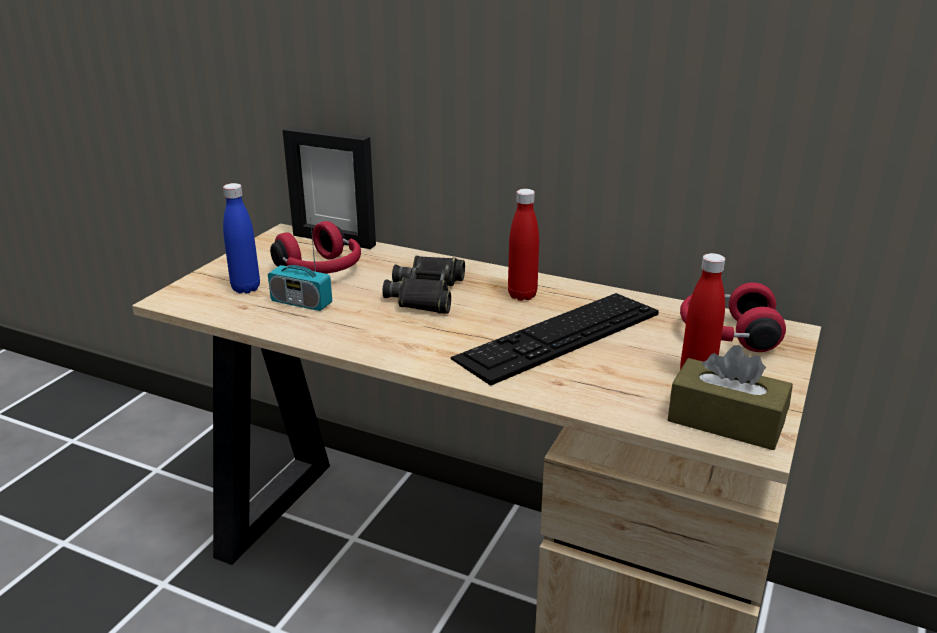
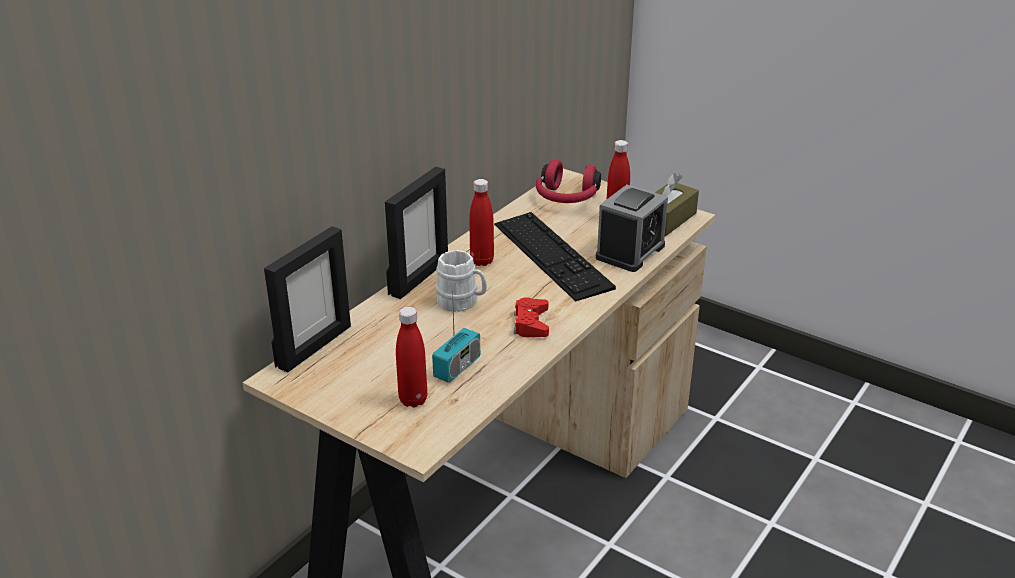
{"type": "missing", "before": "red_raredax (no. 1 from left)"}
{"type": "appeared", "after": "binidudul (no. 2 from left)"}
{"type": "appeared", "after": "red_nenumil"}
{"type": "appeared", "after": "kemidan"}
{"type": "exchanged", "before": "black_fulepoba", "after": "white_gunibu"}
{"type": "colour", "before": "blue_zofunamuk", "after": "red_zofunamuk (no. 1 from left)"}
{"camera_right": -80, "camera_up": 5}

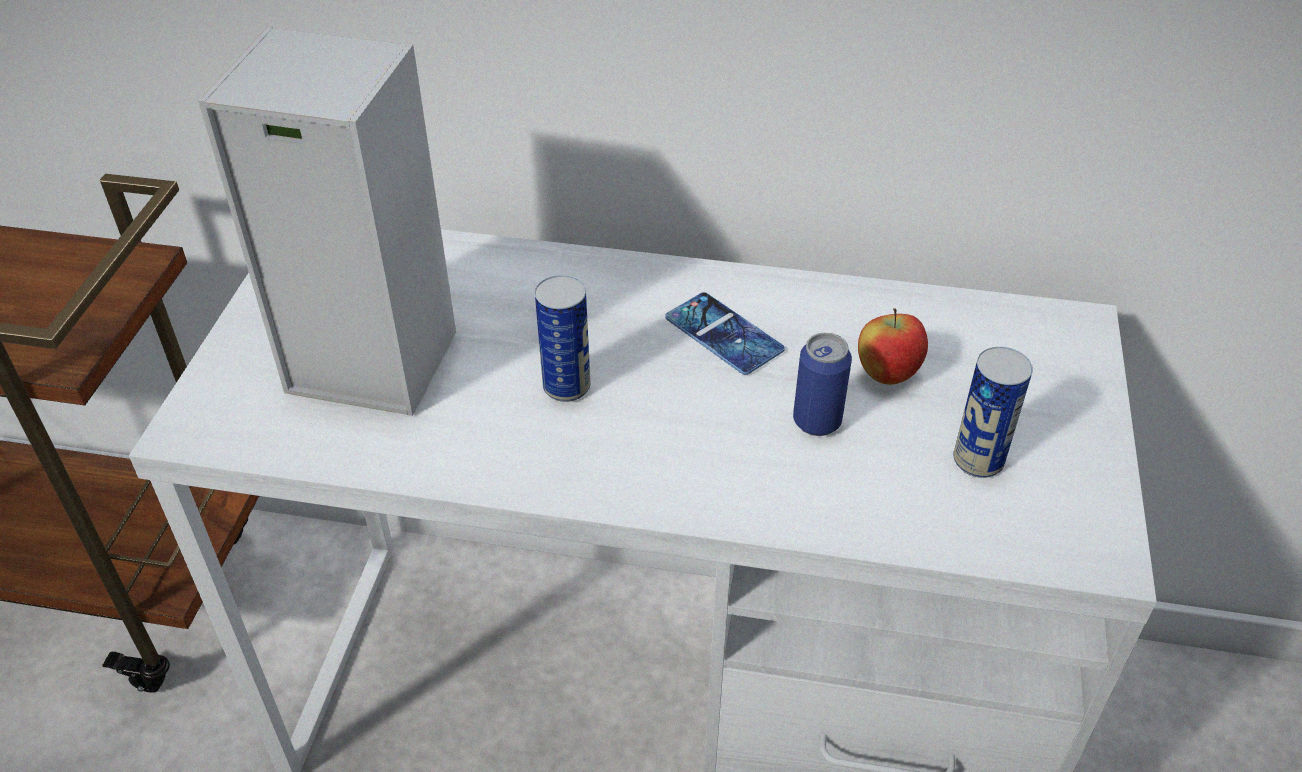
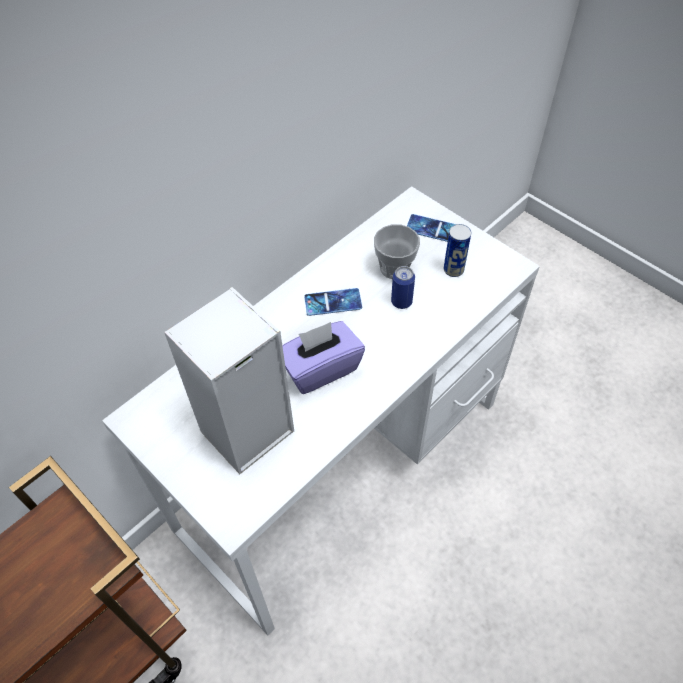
{"type": "appeared", "after": "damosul (no. 2 from left)"}
{"type": "exchanged", "before": "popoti (no. 1 from left)", "after": "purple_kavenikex"}
{"type": "exchanged", "before": "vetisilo", "after": "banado"}
{"camera_right": -55, "camera_up": 10}

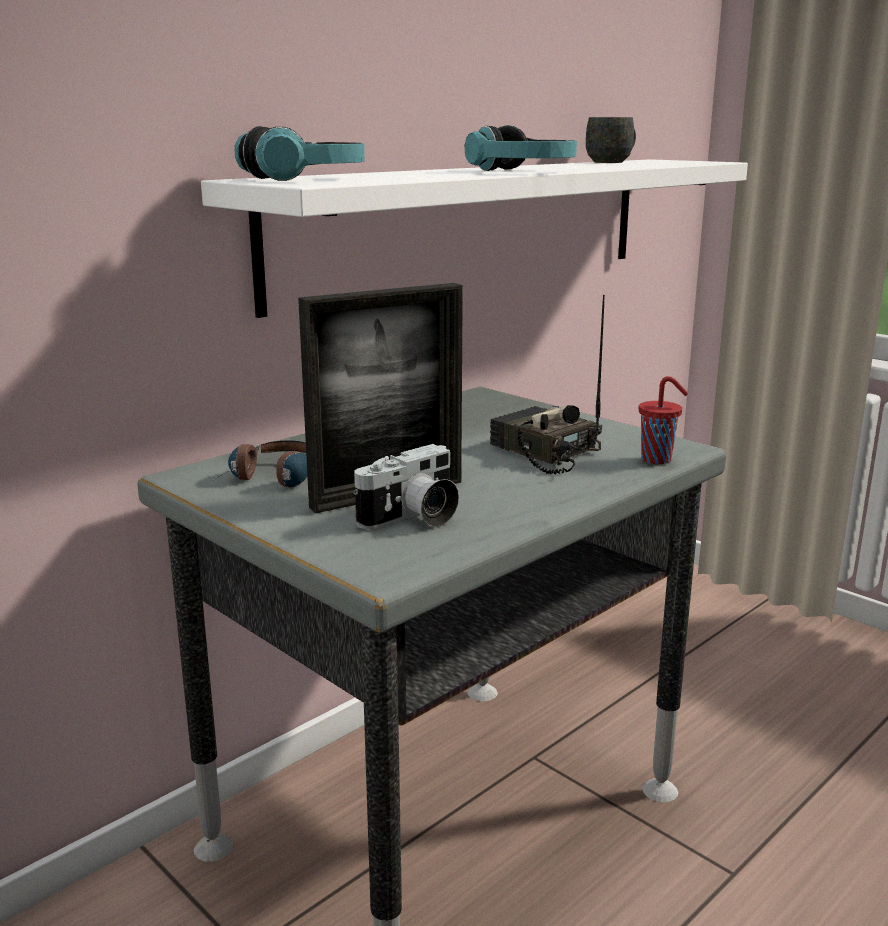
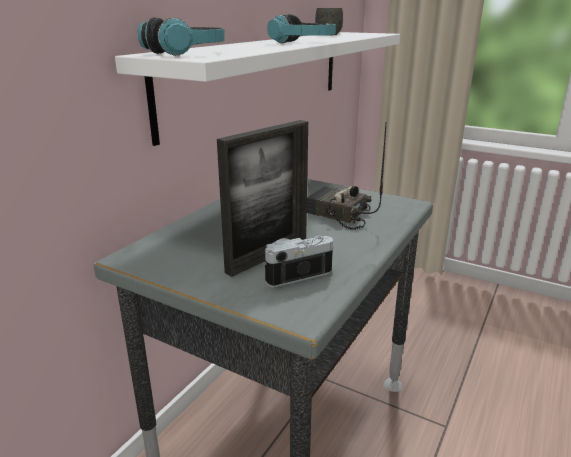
{"type": "missing", "before": "raredax (no. 1 from left)"}
{"type": "missing", "before": "red_banado"}
{"type": "spun", "before": "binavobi", "turn": -150}
{"camera_right": -15, "camera_up": 5}

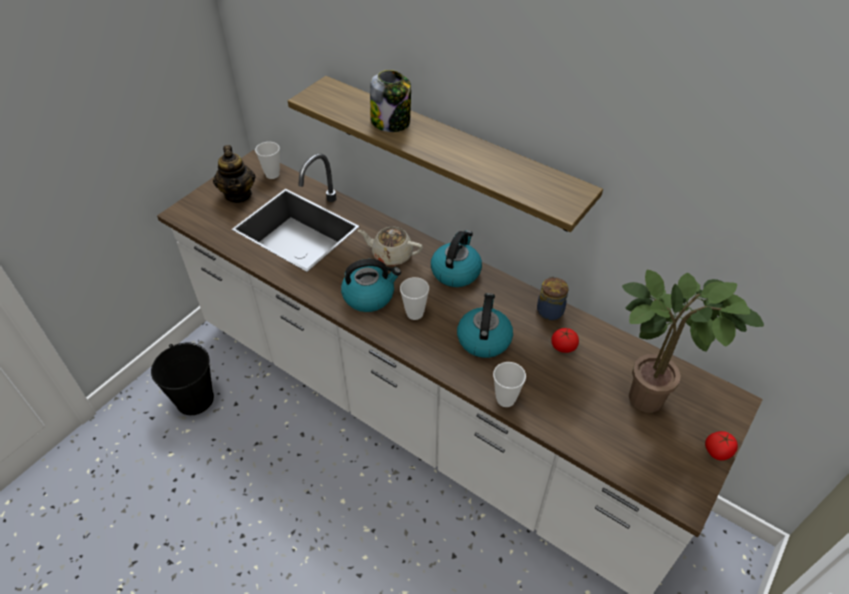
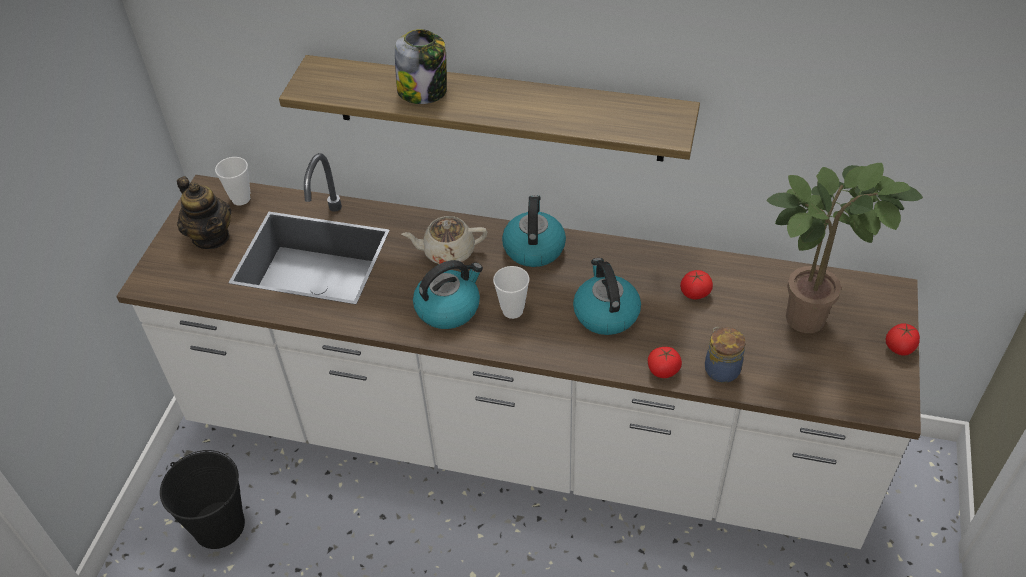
{"type": "relocated", "before": "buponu (no. 2 from left)"}
{"type": "exchanged", "before": "banado (no. 3 from left)", "after": "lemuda (no. 1 from left)"}
{"camera_right": -20, "camera_up": 0}

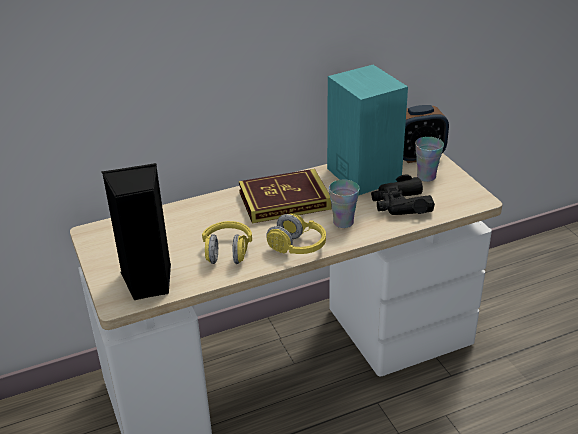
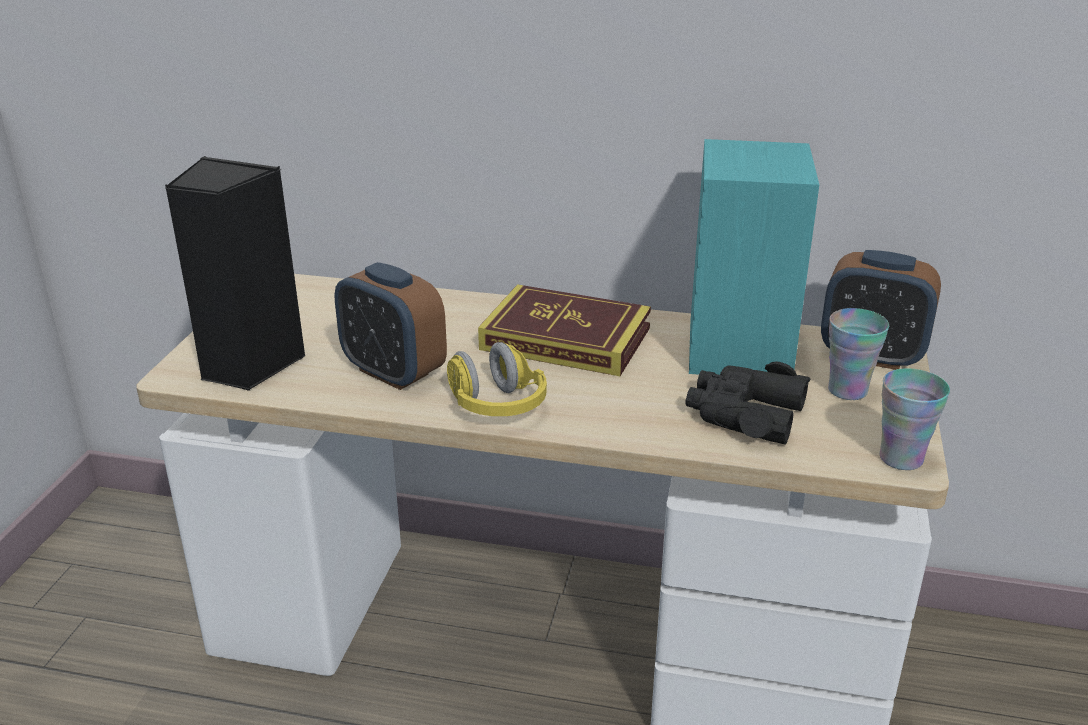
{"type": "relocated", "before": "banado (no. 1 from left in the first image)", "after": "banado (no. 2 from left)"}
{"type": "exchanged", "before": "yellow_raredax (no. 1 from left)", "after": "kemidan (no. 1 from left)"}
{"camera_right": 35, "camera_up": -5}

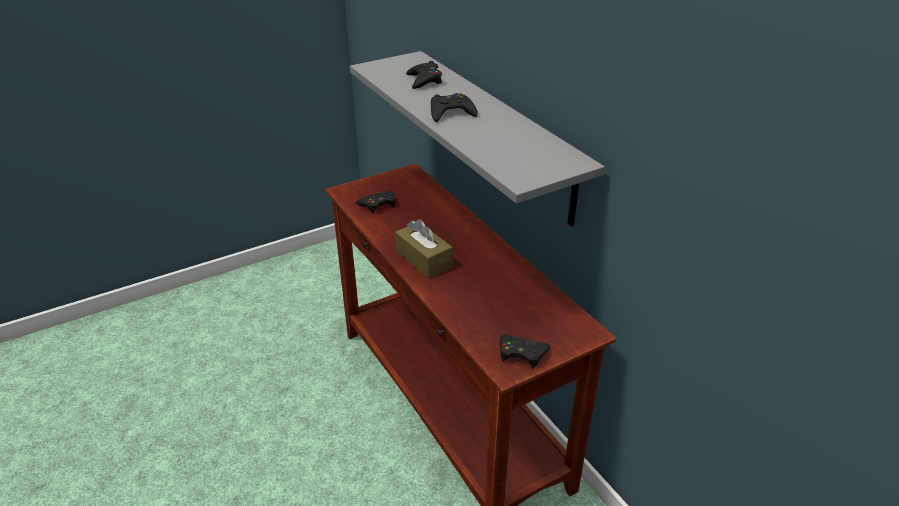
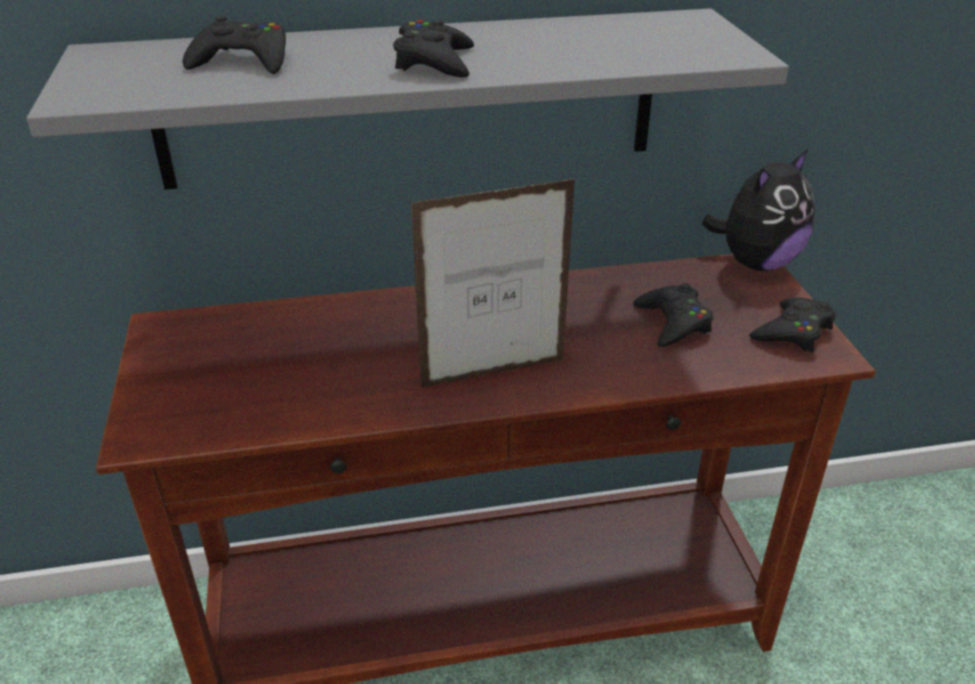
{"type": "appeared", "after": "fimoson"}
{"type": "relocated", "before": "black_nenumil (no. 1 from left in the first image)", "after": "black_nenumil (no. 3 from left)"}
{"type": "exchanged", "before": "brown_kavenikex", "after": "binidudul"}
{"camera_right": -70, "camera_up": 0}

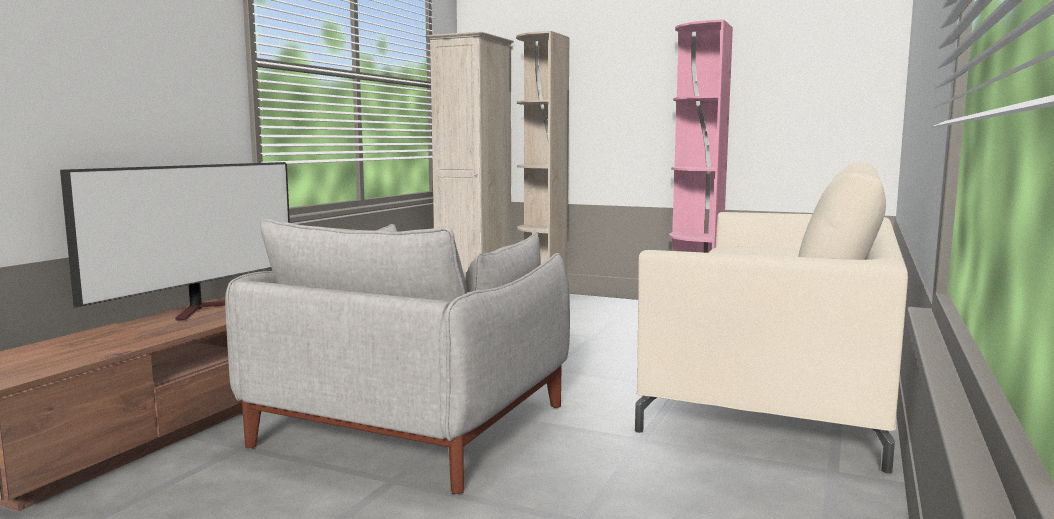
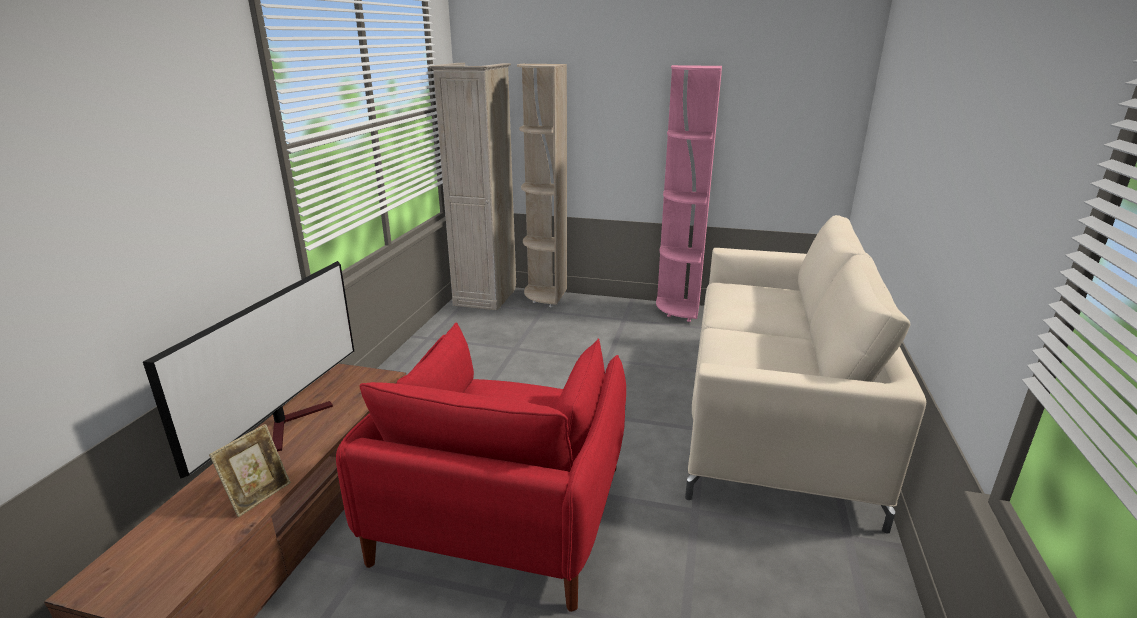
{"type": "appeared", "after": "binidudul"}
{"type": "colour", "before": "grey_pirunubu", "after": "red_pirunubu"}
{"camera_right": -10, "camera_up": 15}

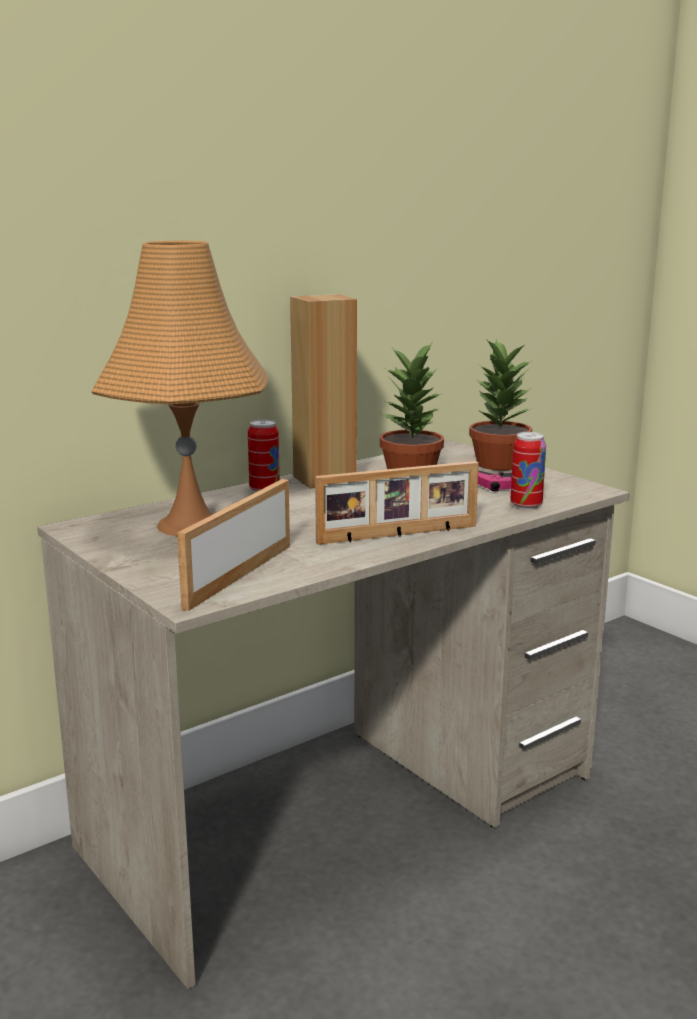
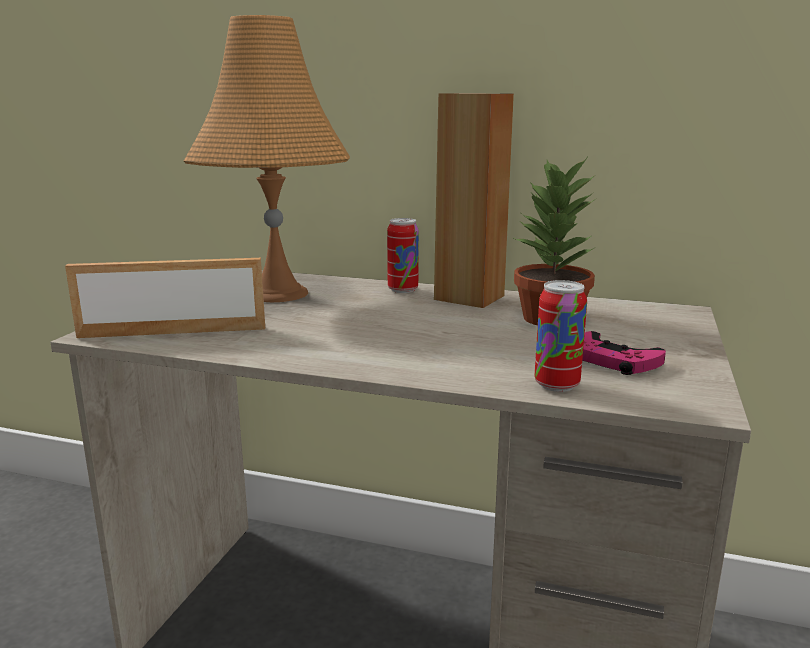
{"type": "missing", "before": "binidudul (no. 2 from left)"}
{"type": "missing", "before": "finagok (no. 2 from left)"}
{"camera_right": 55, "camera_up": 0}

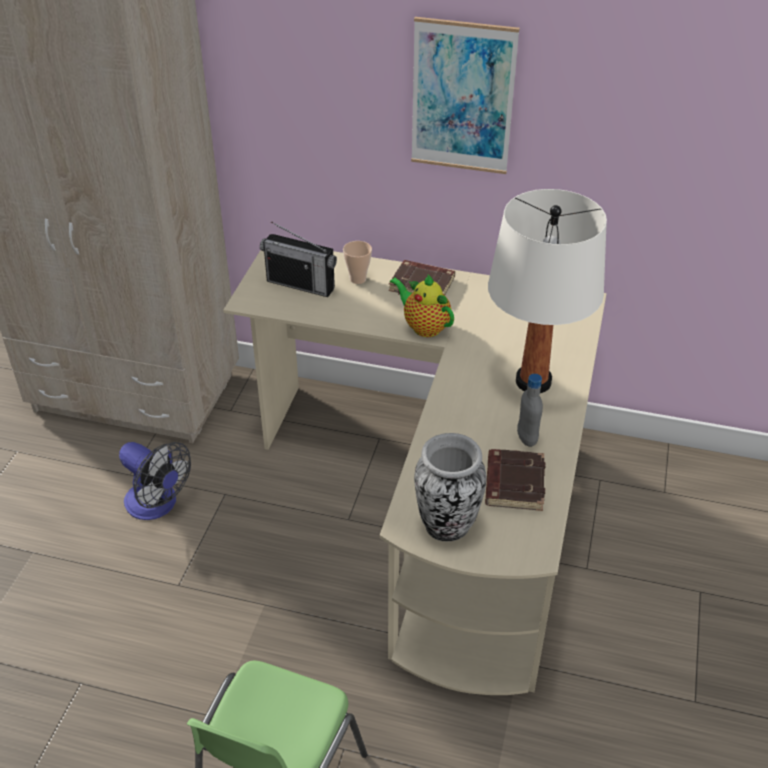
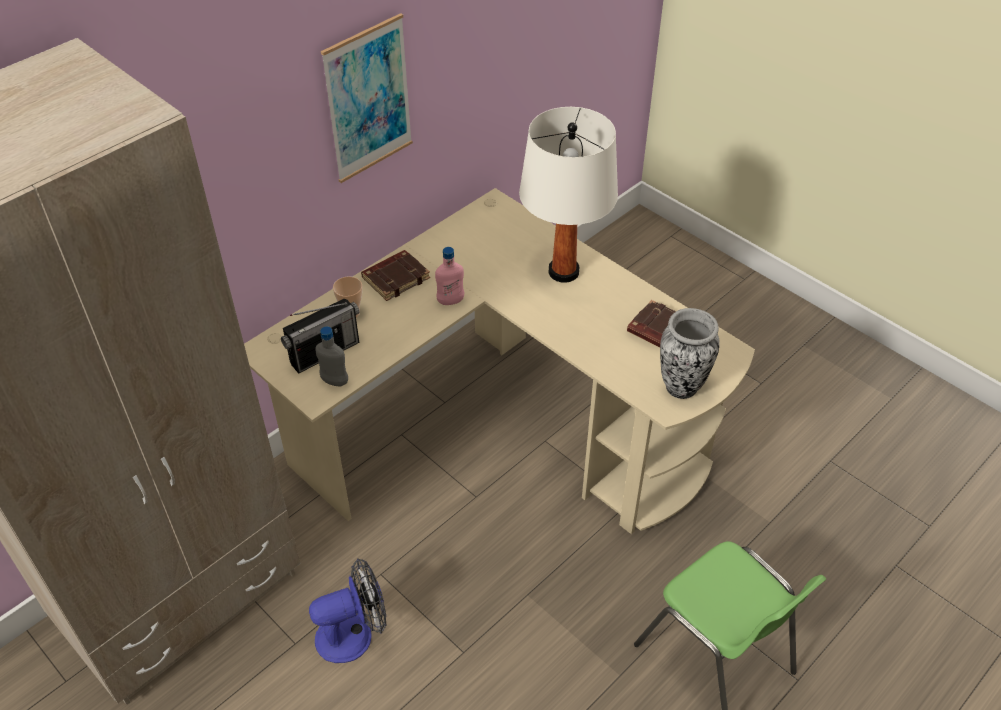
{"type": "relocated", "before": "grey_zofunamuk"}
{"type": "exchanged", "before": "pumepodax", "after": "pink_zofunamuk"}
{"camera_right": -60, "camera_up": 5}

